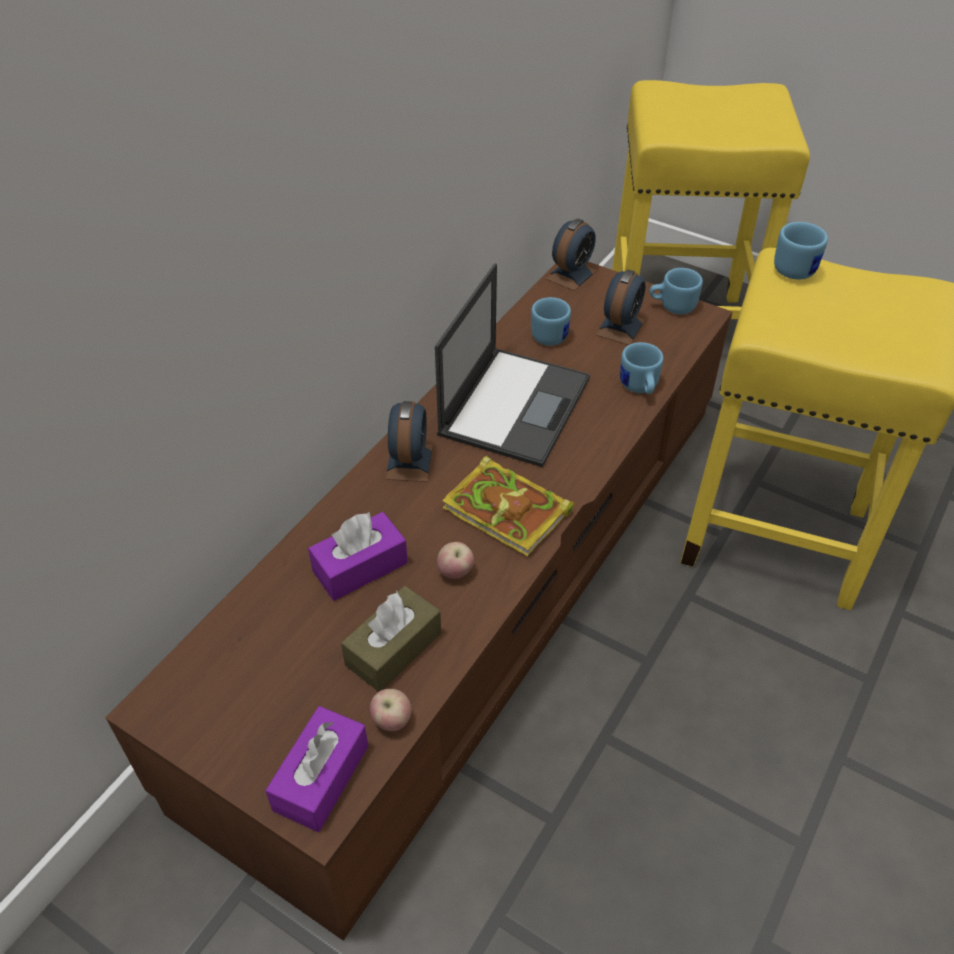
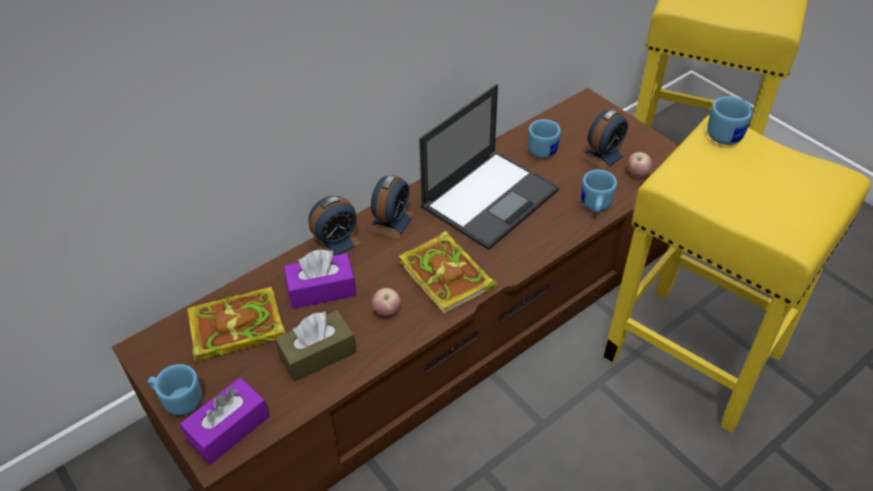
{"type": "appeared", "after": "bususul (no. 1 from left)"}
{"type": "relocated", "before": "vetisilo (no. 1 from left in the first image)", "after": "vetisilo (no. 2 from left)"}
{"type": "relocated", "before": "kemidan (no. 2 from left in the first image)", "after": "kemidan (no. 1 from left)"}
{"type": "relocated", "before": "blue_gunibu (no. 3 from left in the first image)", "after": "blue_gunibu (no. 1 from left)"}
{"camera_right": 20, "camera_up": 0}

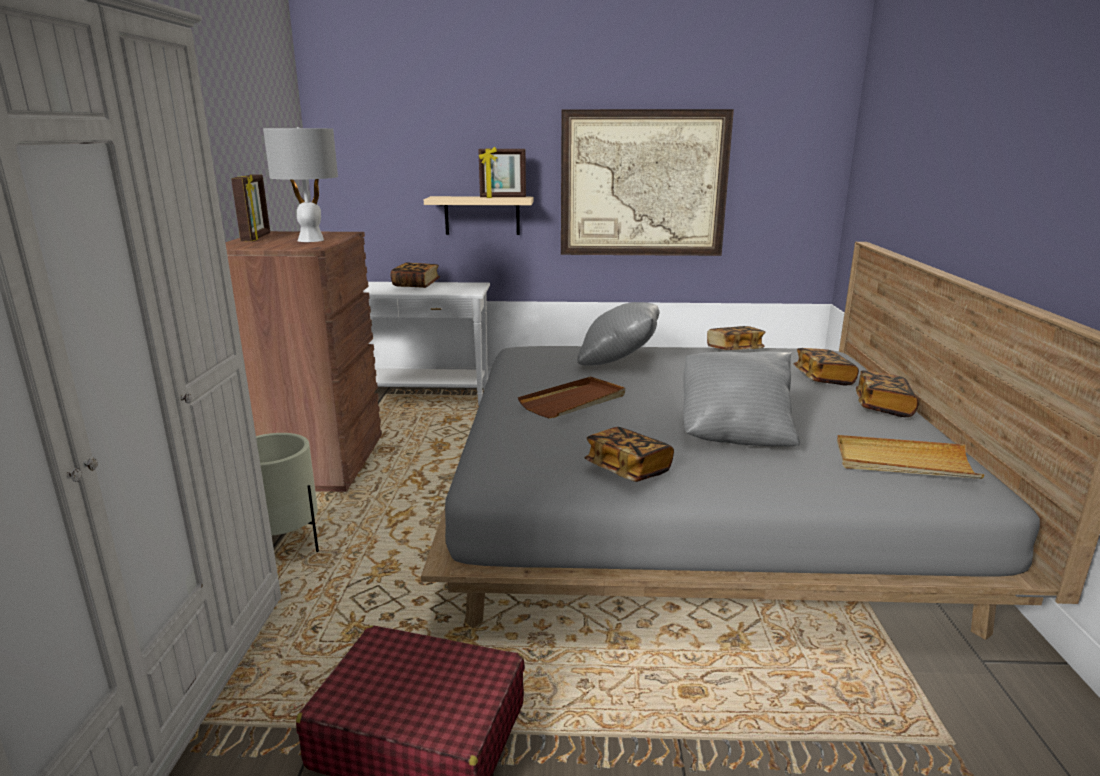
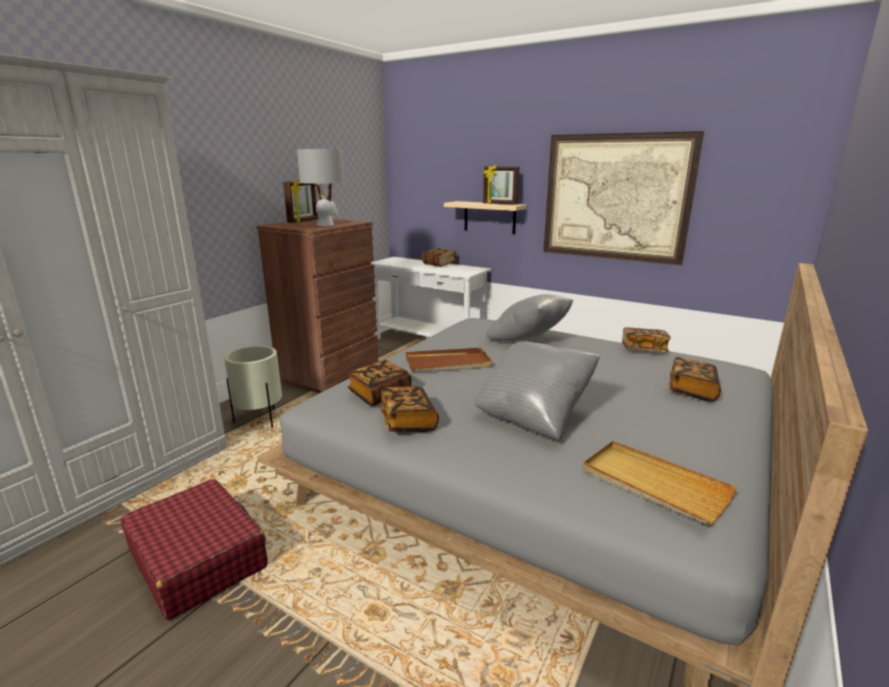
{"type": "relocated", "before": "bususul (no. 5 from left in the first image)", "after": "bususul (no. 1 from left)"}
{"camera_right": 30, "camera_up": 0}

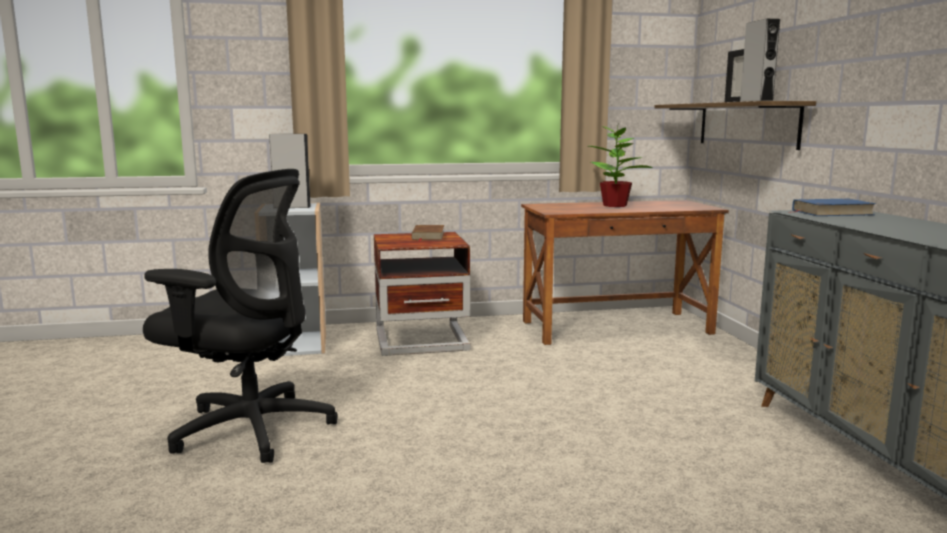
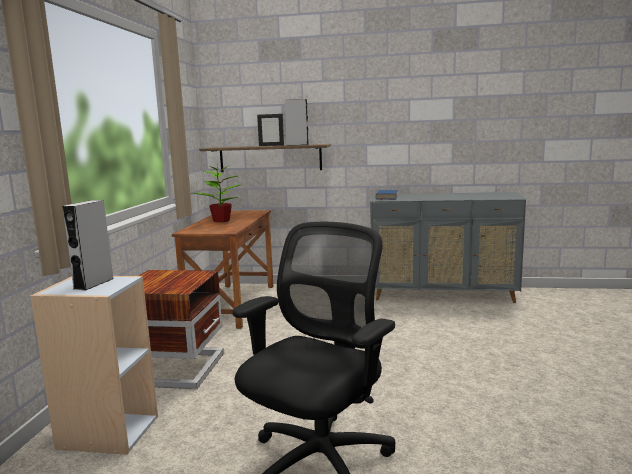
{"type": "missing", "before": "brown_bususul"}
{"camera_right": -70, "camera_up": 0}

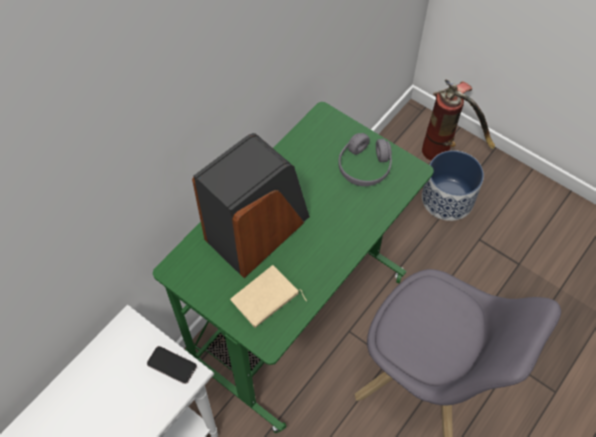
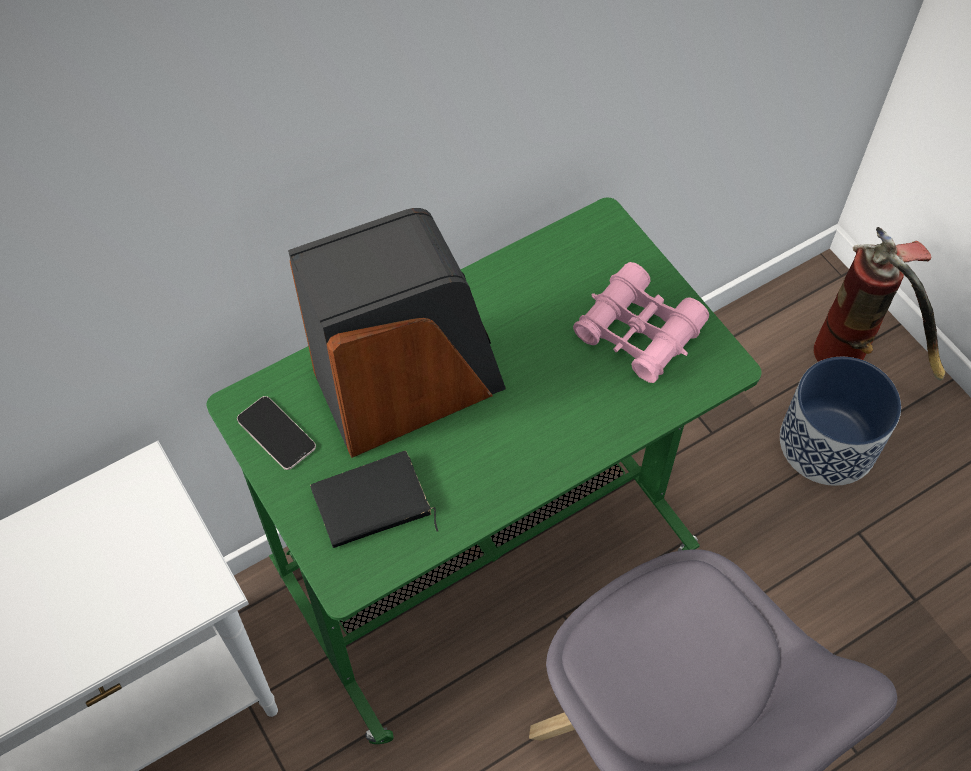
{"type": "relocated", "before": "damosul"}
{"type": "exchanged", "before": "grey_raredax", "after": "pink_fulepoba"}
{"type": "colour", "before": "beige_bususul", "after": "black_bususul"}
{"camera_right": 20, "camera_up": 0}

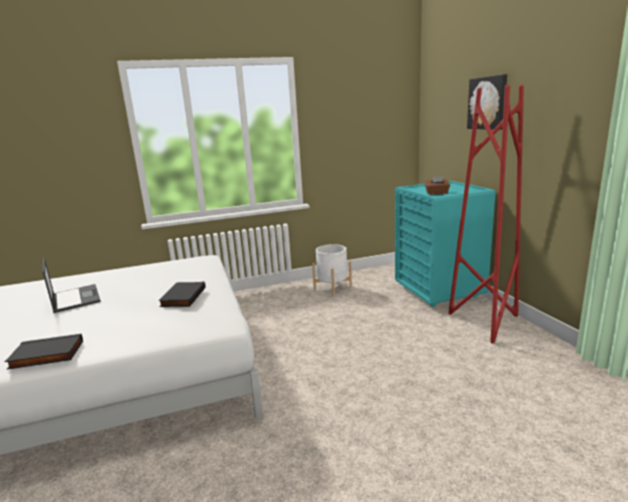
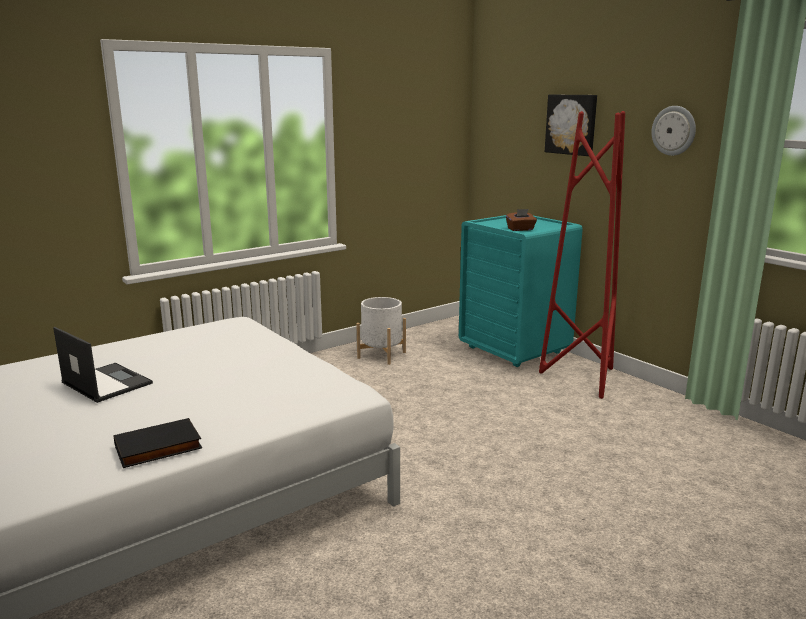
{"type": "missing", "before": "black_bususul (no. 2 from left)"}
{"type": "appeared", "after": "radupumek"}
{"camera_right": -20, "camera_up": 0}

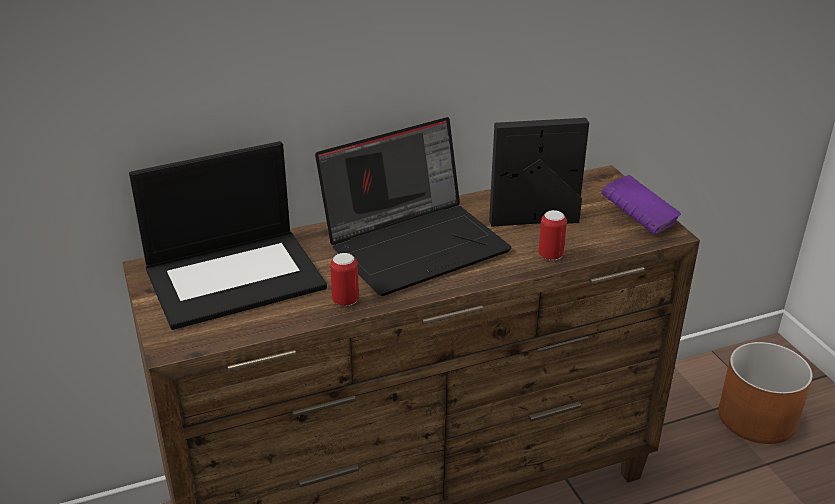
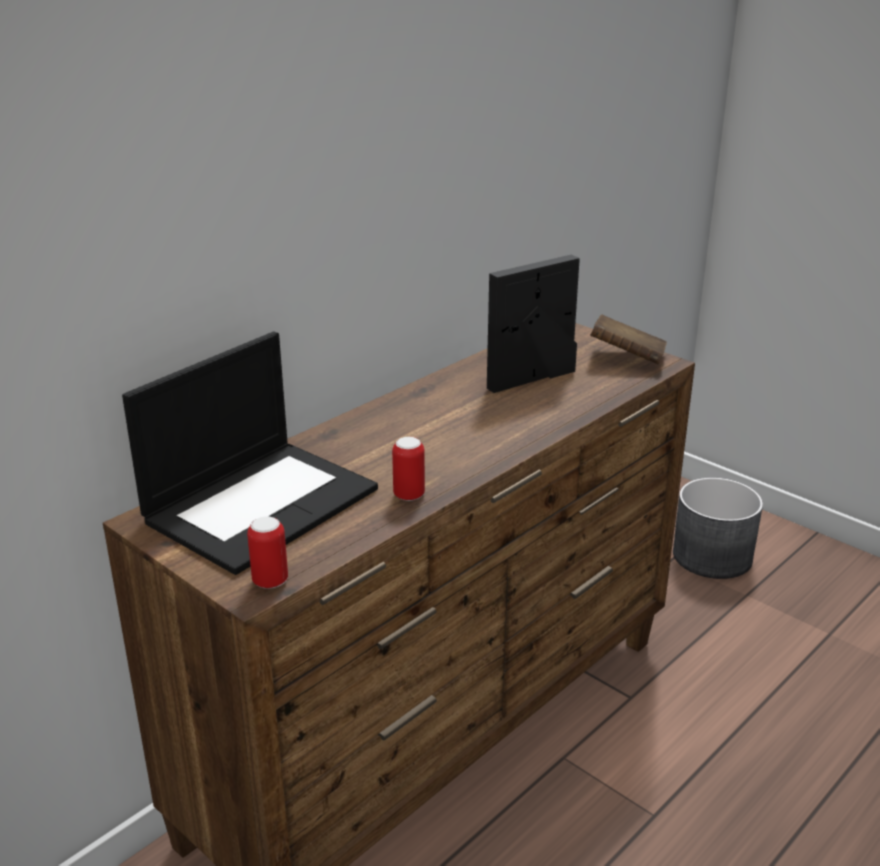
{"type": "missing", "before": "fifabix (no. 2 from left)"}
{"type": "relocated", "before": "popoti (no. 2 from left in the first image)", "after": "popoti (no. 1 from left)"}
{"type": "colour", "before": "purple_bususul", "after": "brown_bususul"}
{"type": "colour", "before": "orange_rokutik", "after": "grey_rokutik"}
{"camera_right": -25, "camera_up": -5}

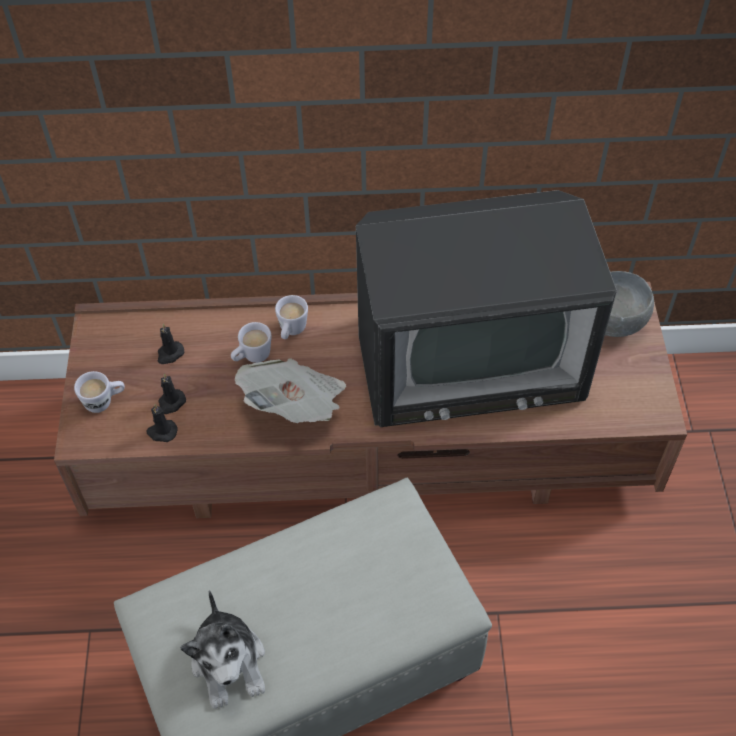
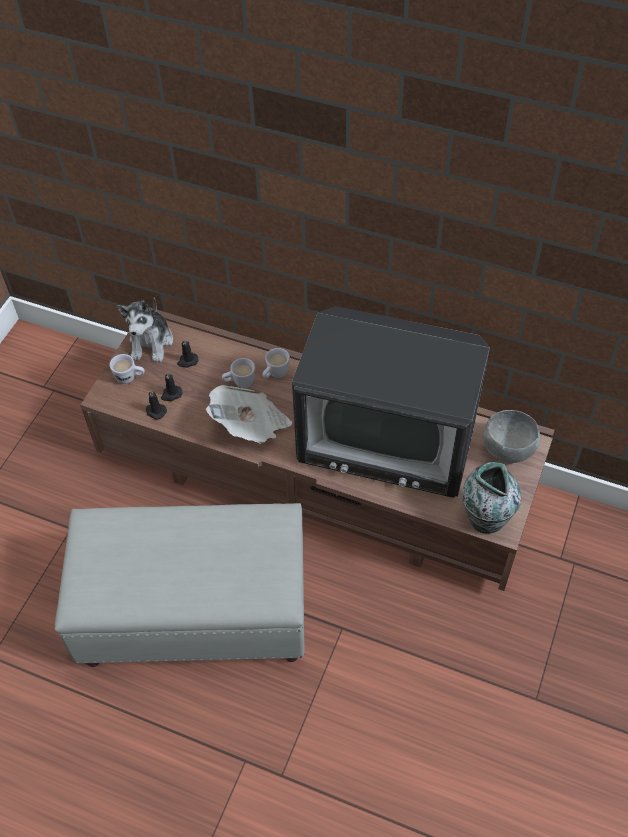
{"type": "appeared", "after": "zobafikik"}
{"type": "relocated", "before": "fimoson"}
{"camera_right": 25, "camera_up": 0}

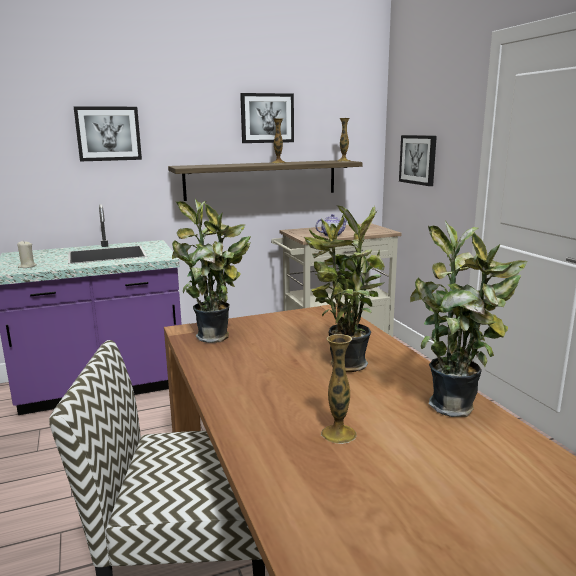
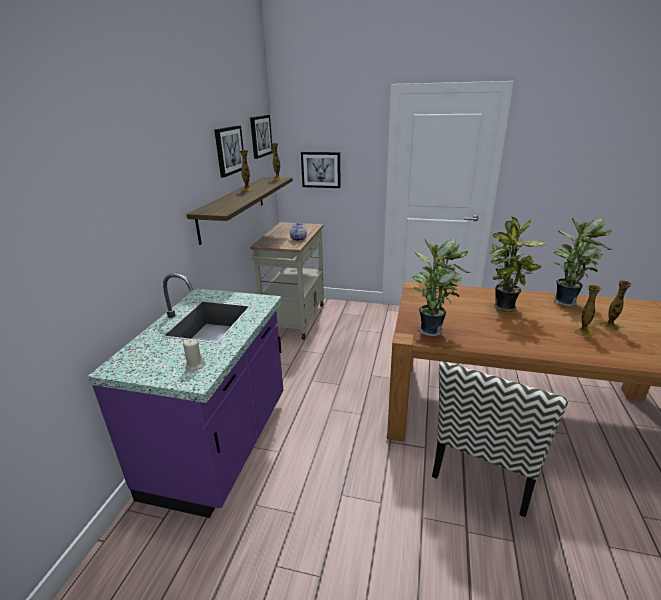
{"type": "appeared", "after": "zobafikik (no. 4 from left)"}
{"type": "relocated", "before": "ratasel (no. 1 from left in the first image)", "after": "ratasel (no. 2 from left)"}
{"camera_right": -55, "camera_up": 10}

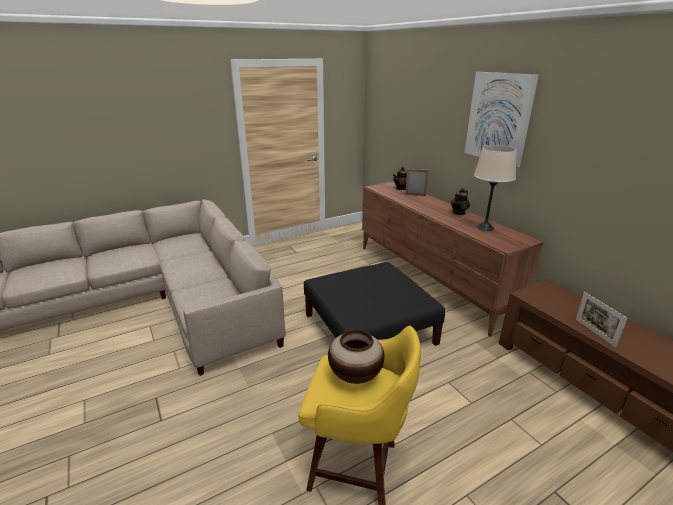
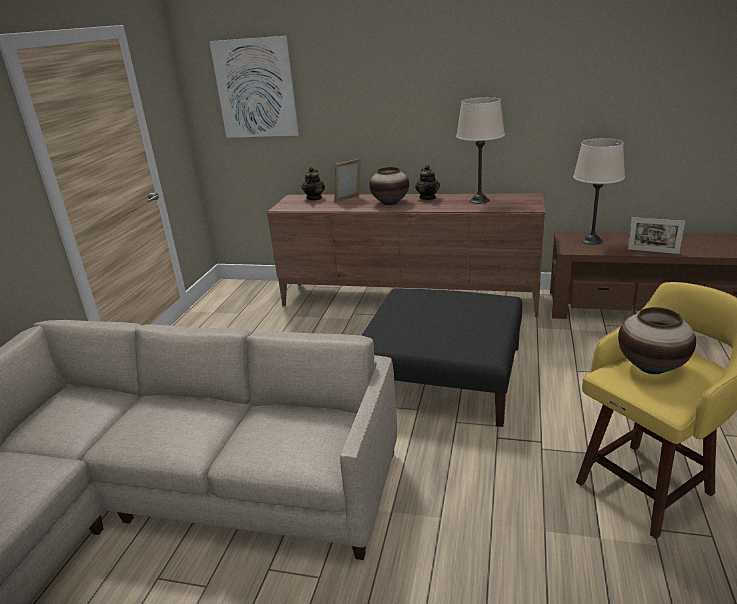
{"type": "appeared", "after": "zobafikik (no. 1 from left)"}
{"type": "appeared", "after": "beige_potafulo (no. 2 from left)"}
{"type": "relocated", "before": "ratasel"}
{"camera_right": -45, "camera_up": 0}

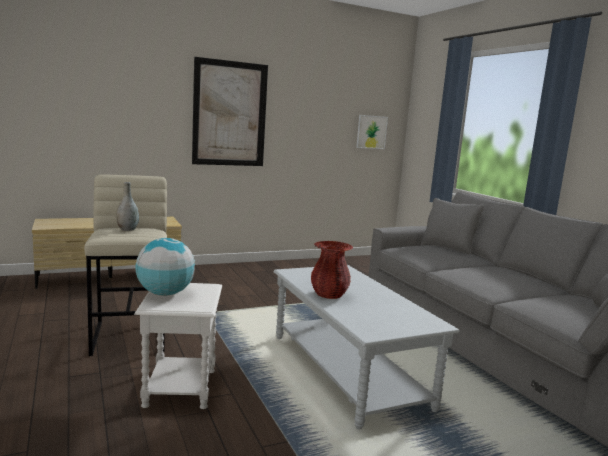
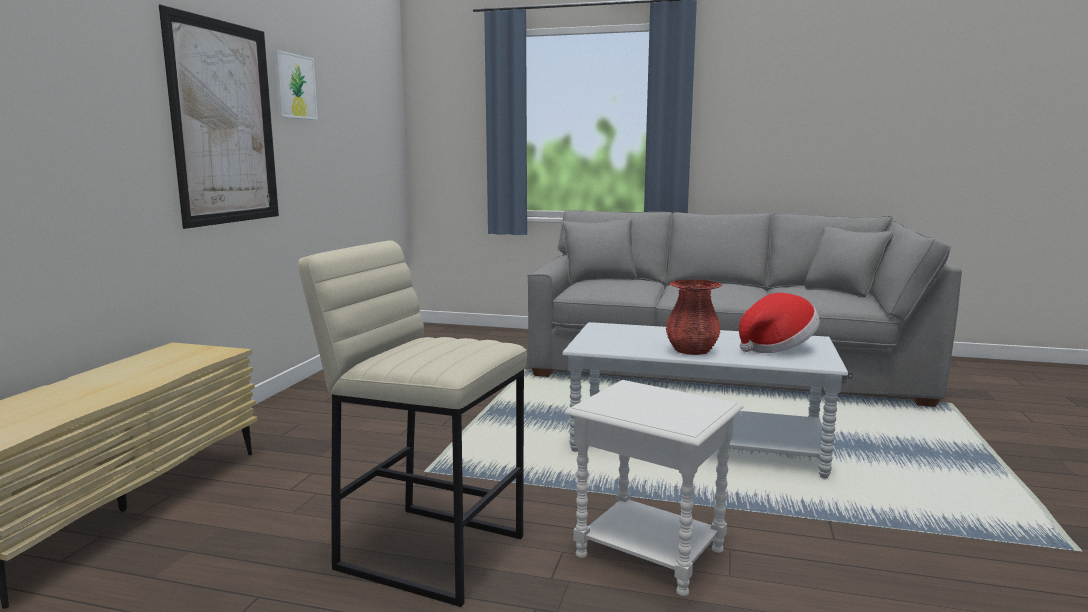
{"type": "missing", "before": "grey_zobafikik"}
{"type": "missing", "before": "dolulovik"}
{"type": "appeared", "after": "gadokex"}
{"type": "relocated", "before": "ratasel (no. 2 from left)"}
{"camera_right": -50, "camera_up": 0}

